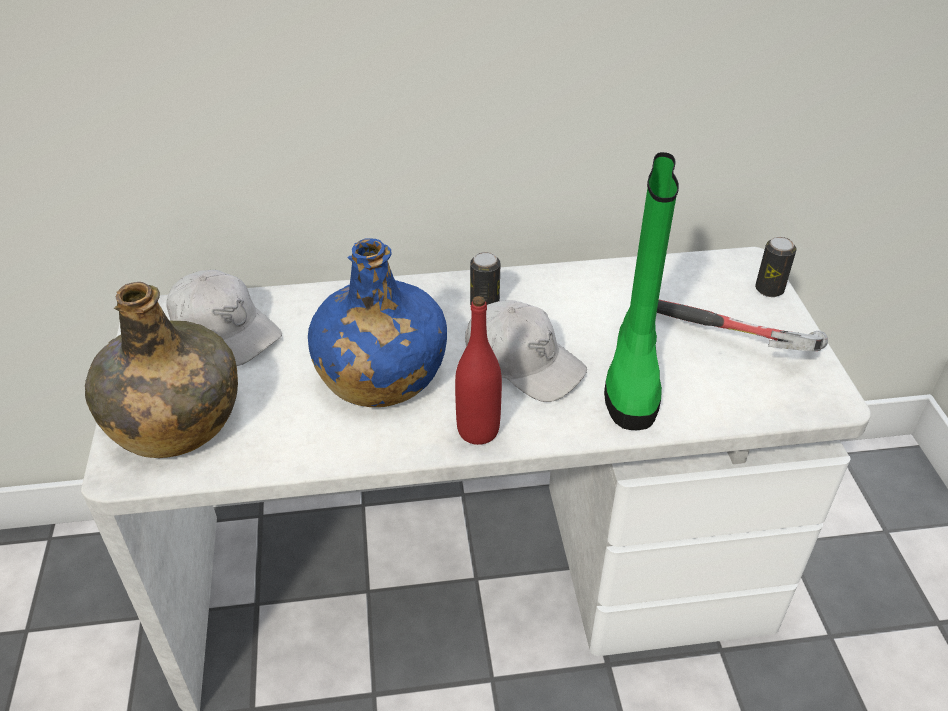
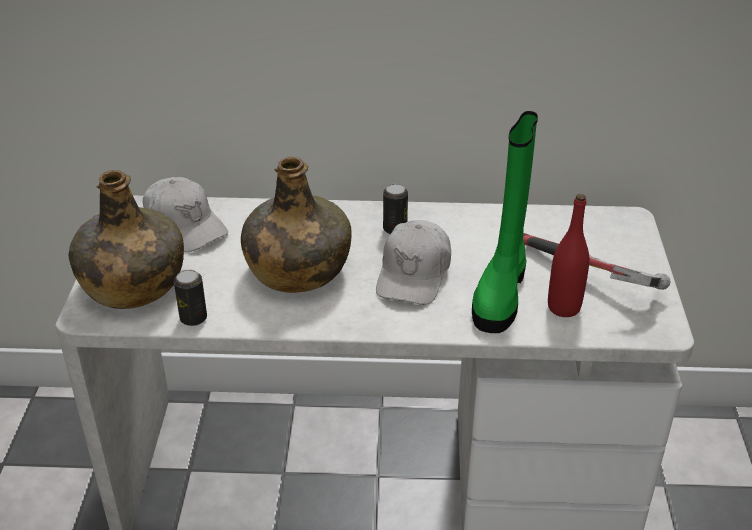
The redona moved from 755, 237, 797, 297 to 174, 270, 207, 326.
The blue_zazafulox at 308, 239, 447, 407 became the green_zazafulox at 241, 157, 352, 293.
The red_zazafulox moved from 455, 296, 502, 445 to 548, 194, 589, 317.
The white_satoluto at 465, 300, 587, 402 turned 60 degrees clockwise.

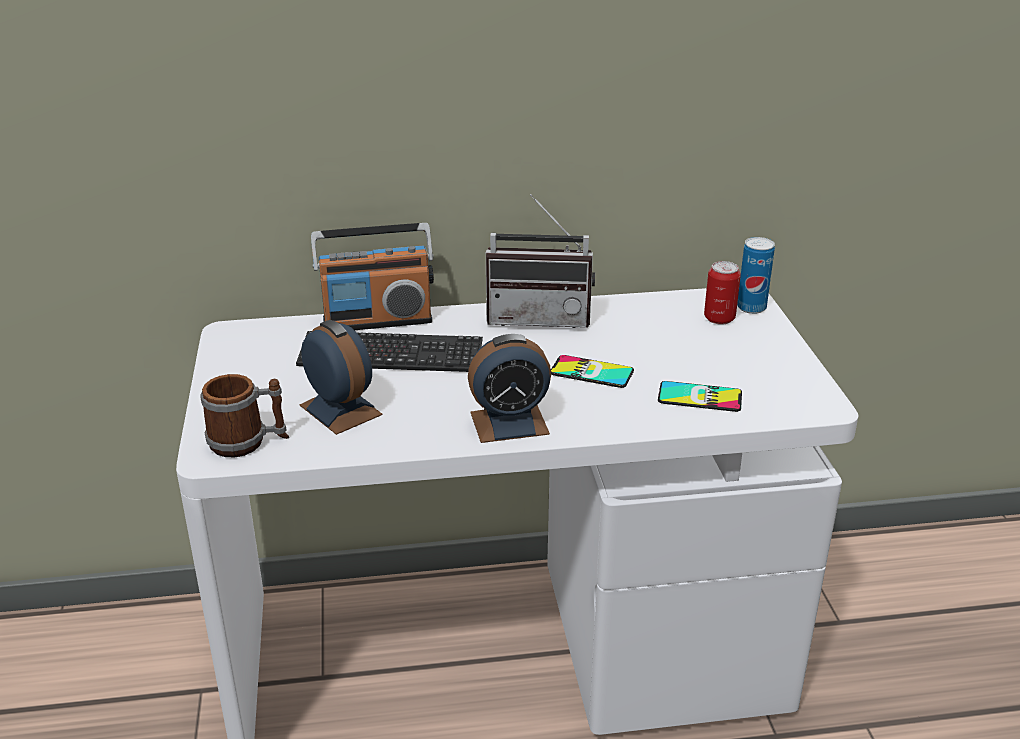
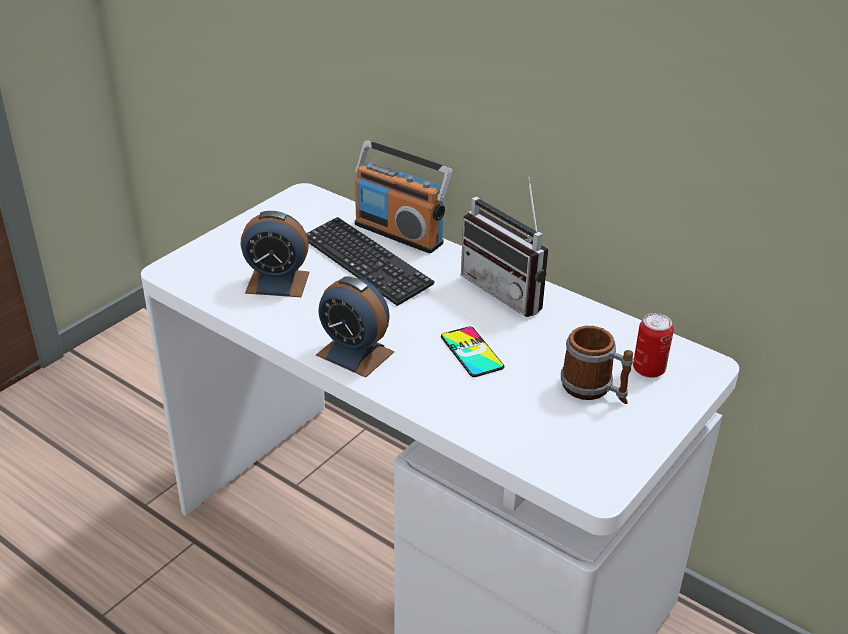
The redona at 737, 237, 775, 314 disappeared.
The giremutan at 300, 320, 383, 435 turned 90 degrees clockwise.
The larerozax moved from 200, 374, 289, 457 to 561, 326, 633, 404.
The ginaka at 658, 381, 742, 412 disappeared.

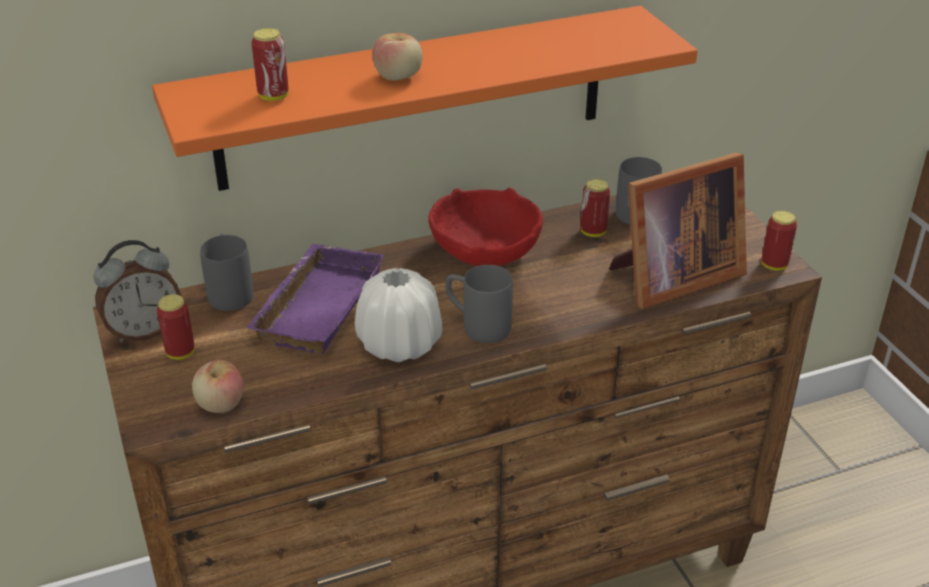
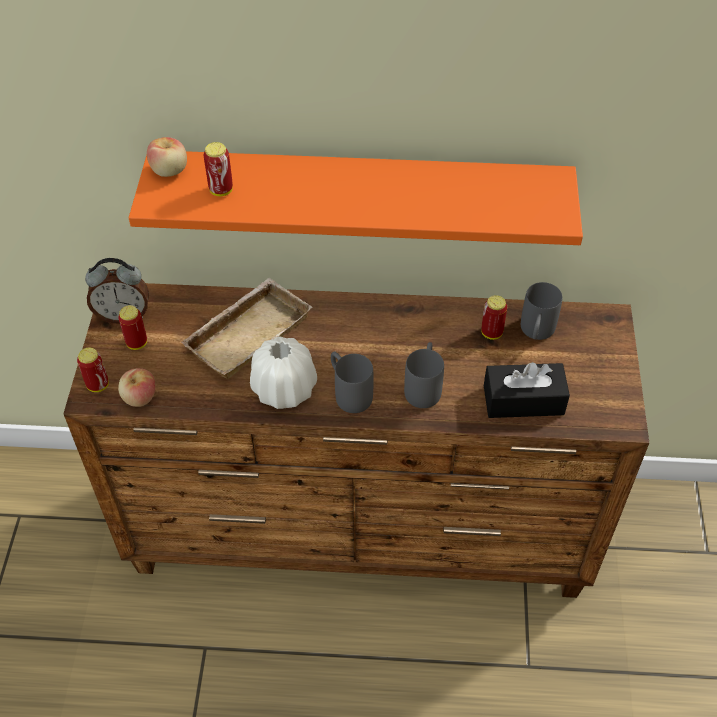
The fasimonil moved from 372, 33, 422, 81 to 147, 137, 187, 177.
The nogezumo at 609, 152, 747, 309 was replaced by the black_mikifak at 484, 362, 570, 418.
The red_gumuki at 428, 188, 543, 266 disappeared.
The redona moved from 762, 211, 797, 271 to 77, 348, 109, 392.
The grey_larerozax moved from 200, 233, 254, 311 to 404, 342, 444, 408.
The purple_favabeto at 246, 243, 385, 354 became the beige_favabeto at 181, 278, 313, 379.

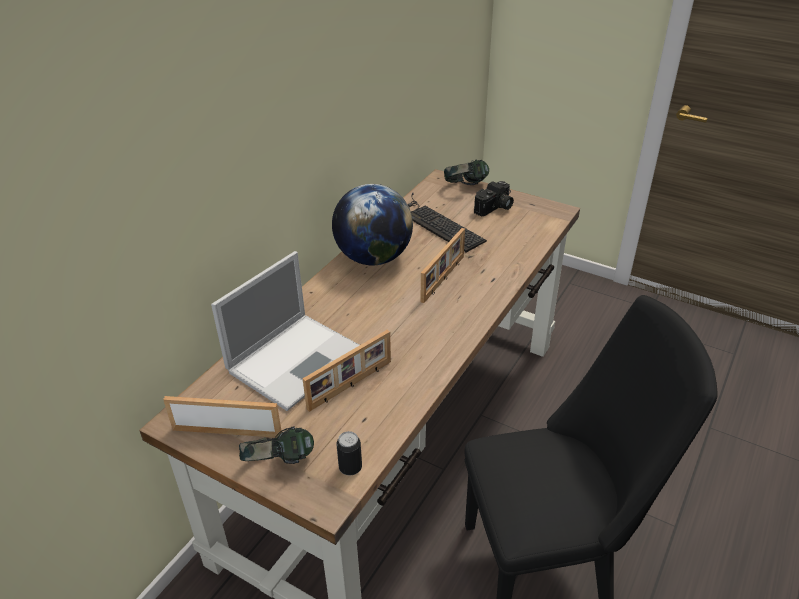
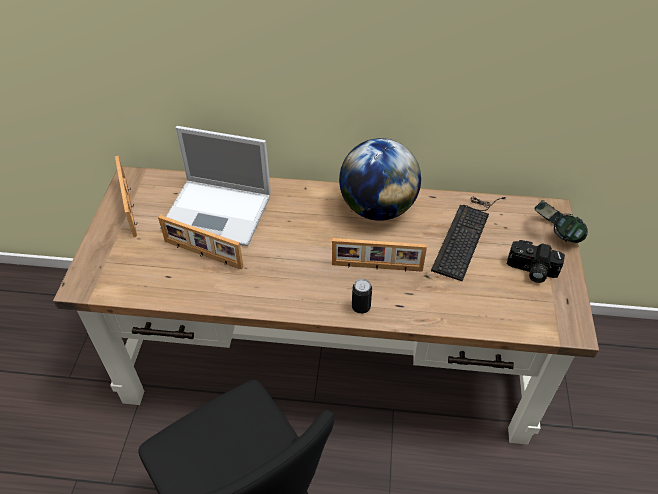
The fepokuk at 239, 426, 314, 464 disappeared.
The redona moved from 336, 431, 362, 475 to 352, 279, 372, 314.

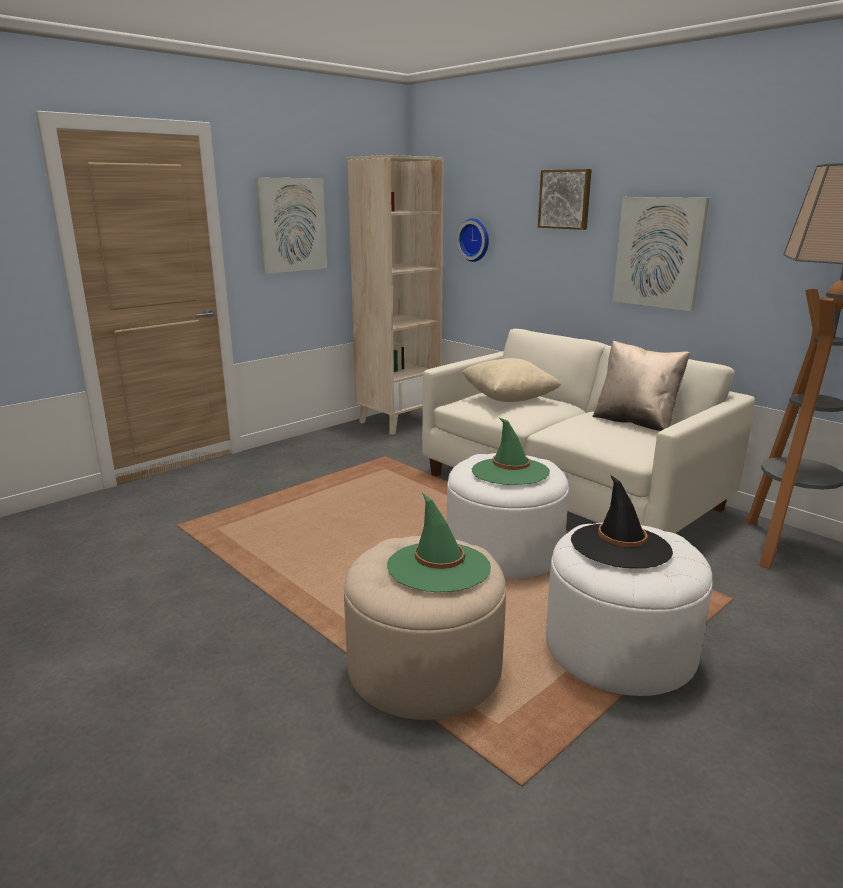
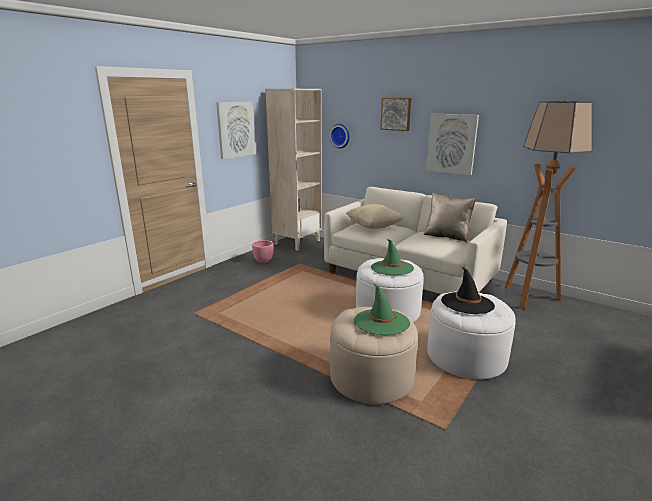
The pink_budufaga at 252, 240, 273, 263 appeared.

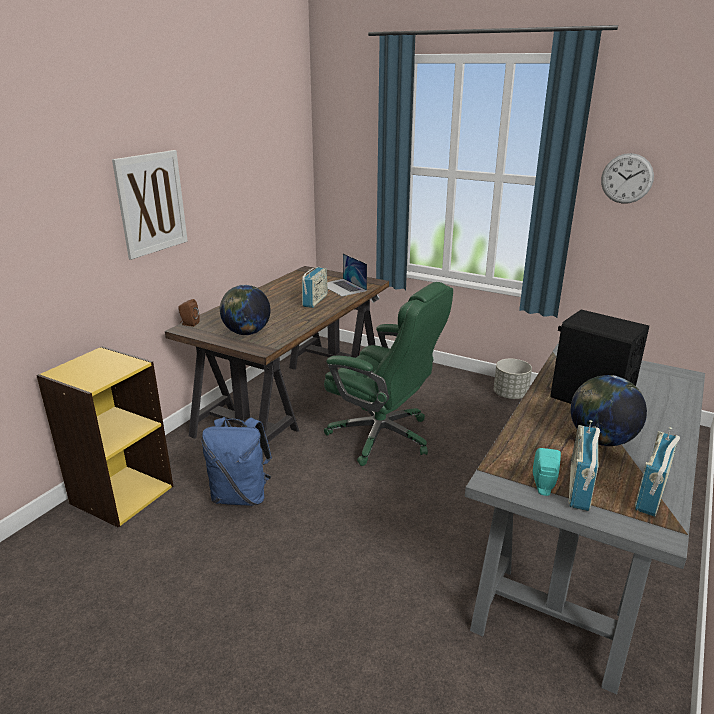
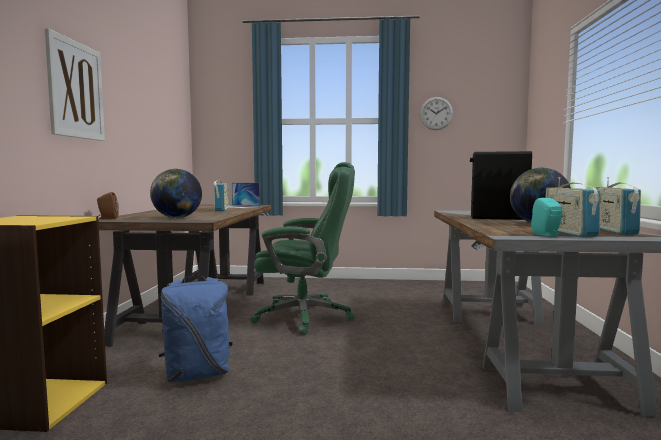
The grey_budufaga at 494, 359, 532, 399 disappeared.

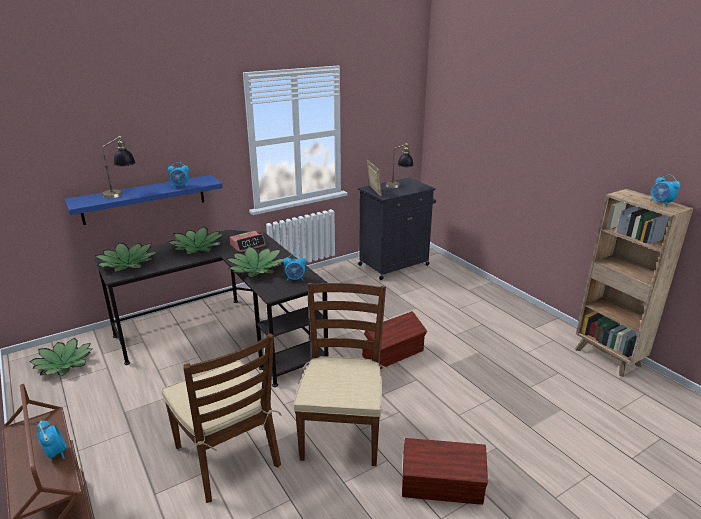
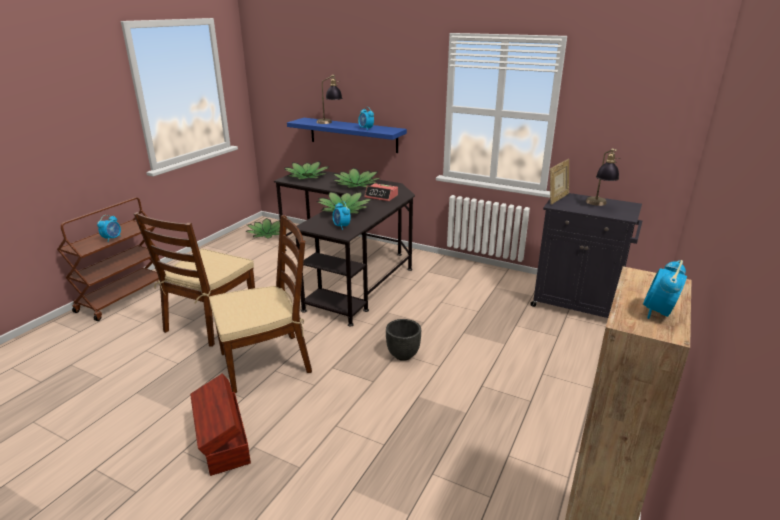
The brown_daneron at 362, 311, 427, 369 was replaced by the black_budufaga at 386, 319, 421, 361.

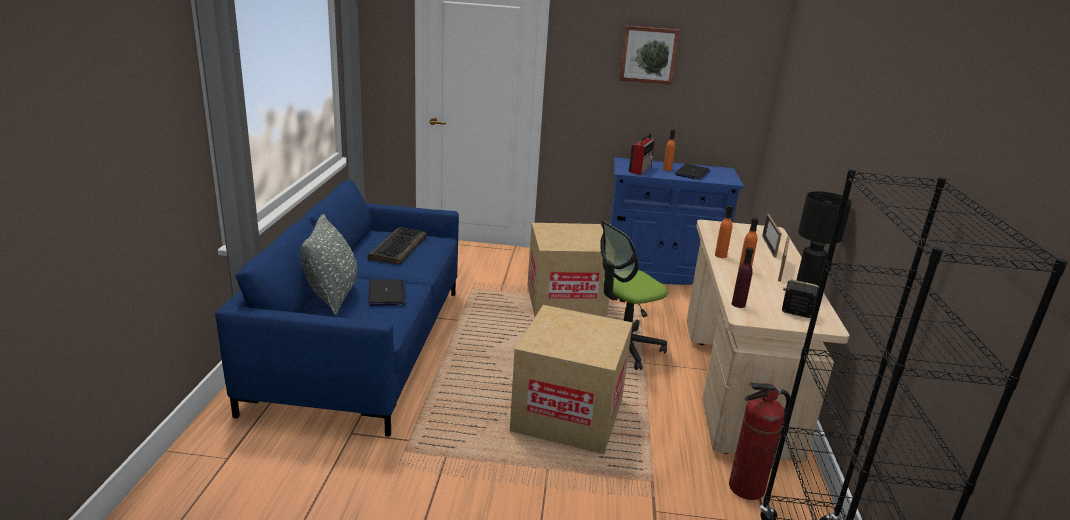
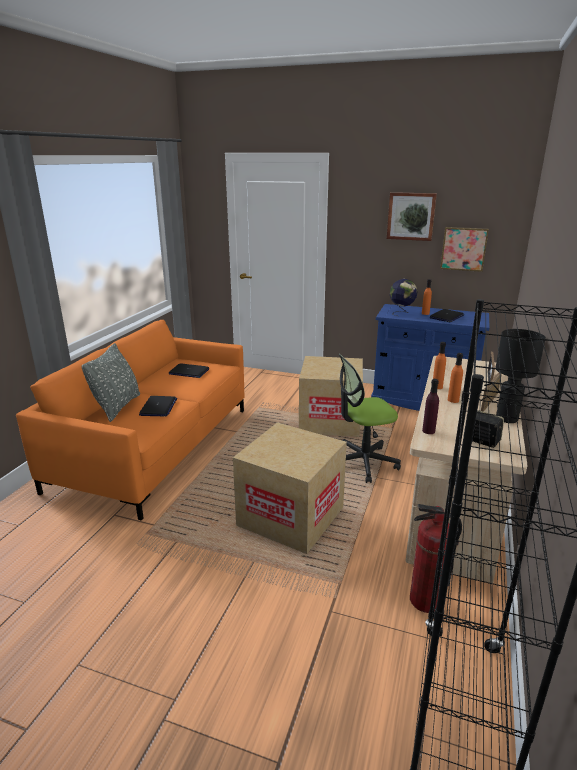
The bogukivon at 629, 133, 655, 175 was replaced by the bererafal at 390, 279, 418, 316.
The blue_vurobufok at 215, 180, 459, 437 became the orange_vurobufok at 16, 320, 244, 520.
The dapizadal at 368, 227, 427, 265 was replaced by the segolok at 169, 363, 209, 378.
The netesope at 440, 227, 489, 272 appeared.

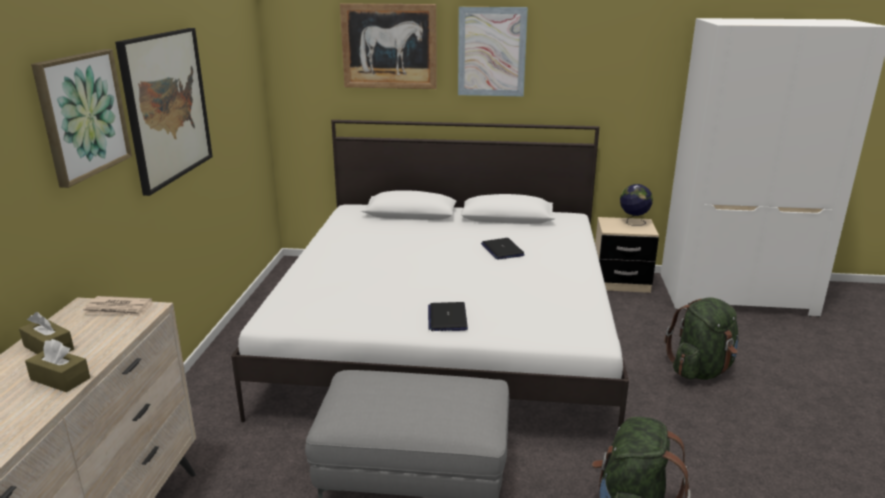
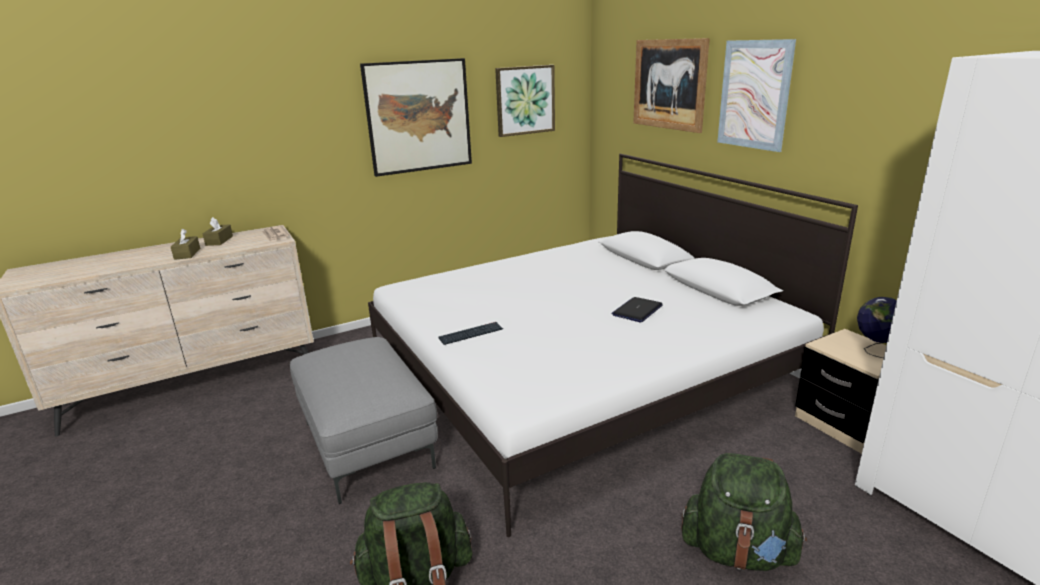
The netesope moved from 31, 49, 132, 188 to 495, 65, 555, 137.
The segolok at 428, 302, 468, 331 was replaced by the dapizadal at 438, 322, 503, 345.

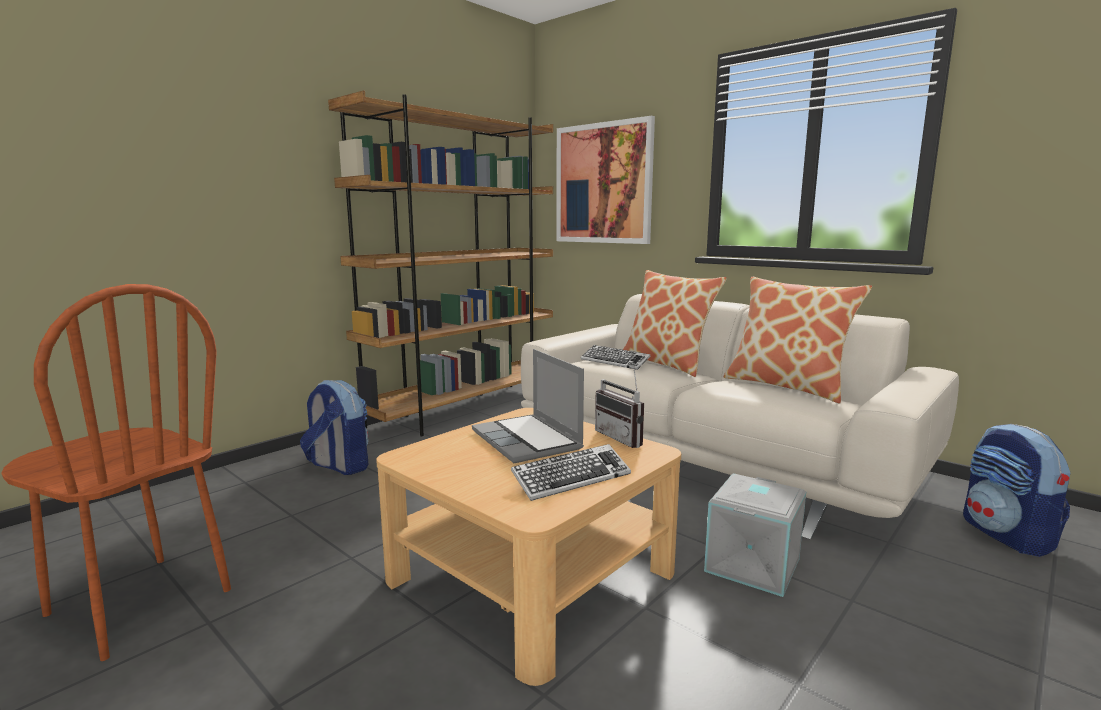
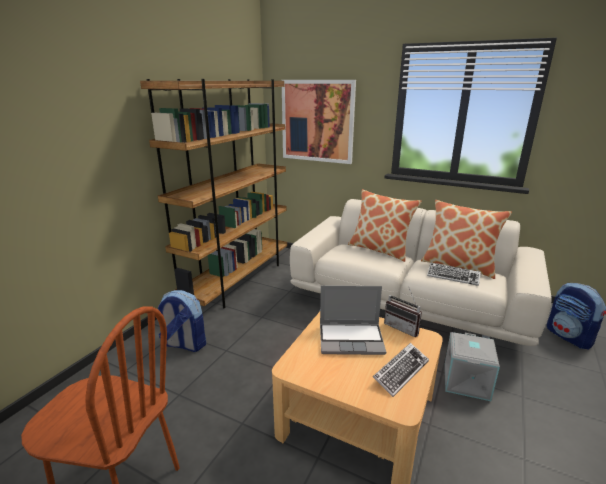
The dapizadal moved from 581, 345, 650, 370 to 427, 263, 481, 286.
The segolok at 472, 349, 584, 463 turned 45 degrees counterclockwise.

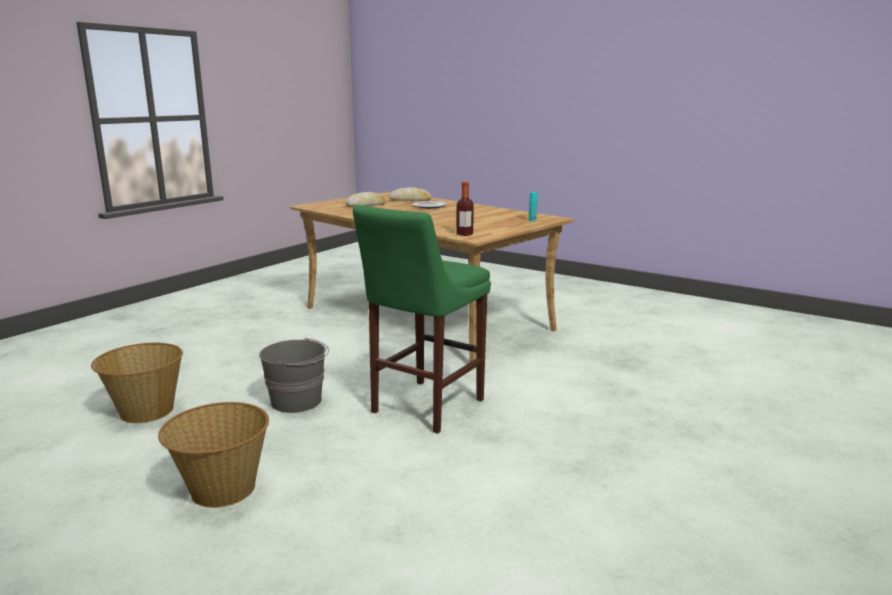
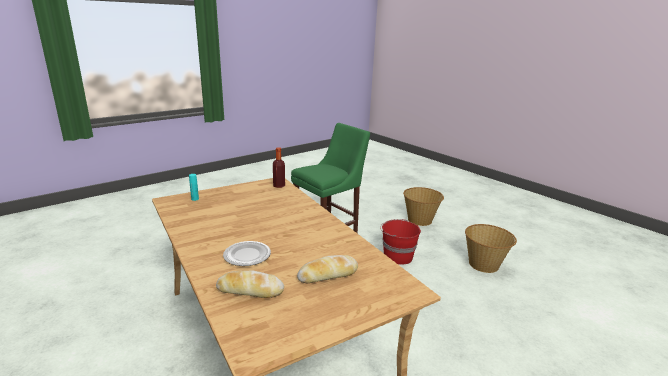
The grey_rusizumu at 259, 338, 329, 413 became the red_rusizumu at 380, 219, 421, 265.

